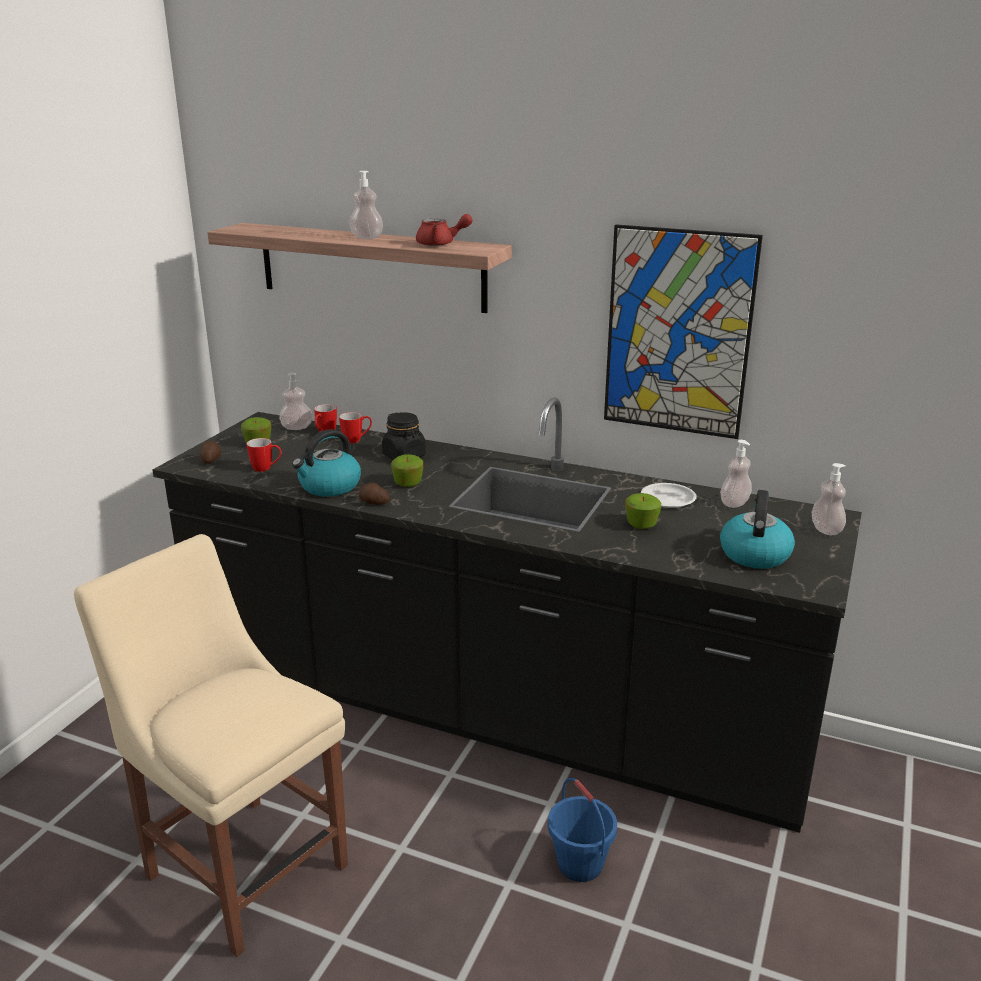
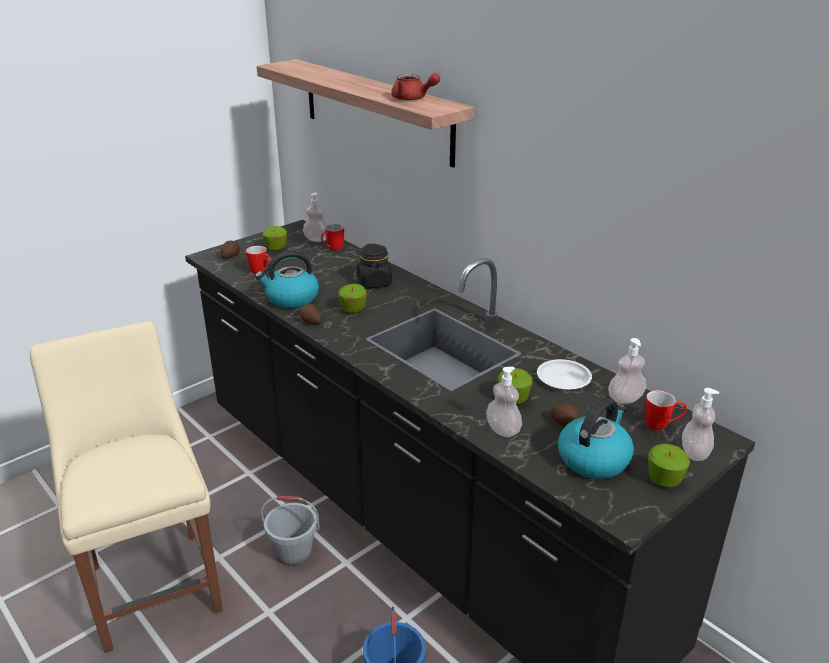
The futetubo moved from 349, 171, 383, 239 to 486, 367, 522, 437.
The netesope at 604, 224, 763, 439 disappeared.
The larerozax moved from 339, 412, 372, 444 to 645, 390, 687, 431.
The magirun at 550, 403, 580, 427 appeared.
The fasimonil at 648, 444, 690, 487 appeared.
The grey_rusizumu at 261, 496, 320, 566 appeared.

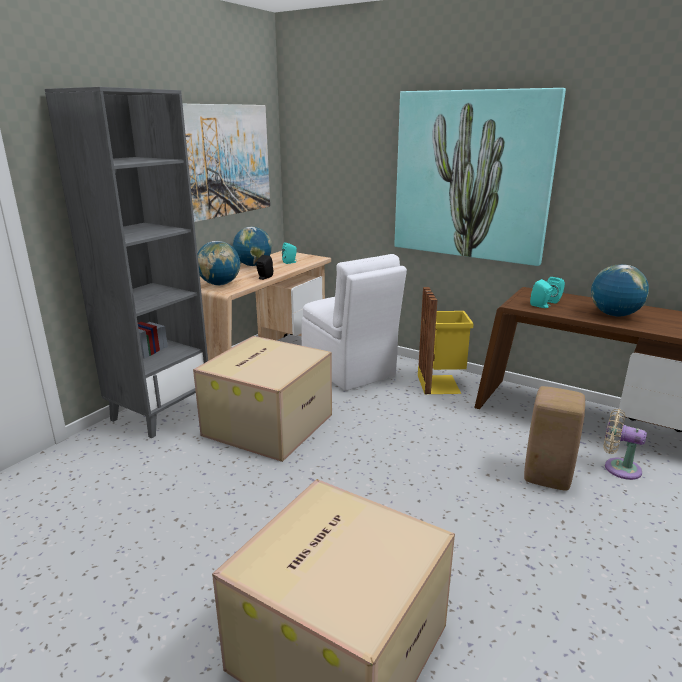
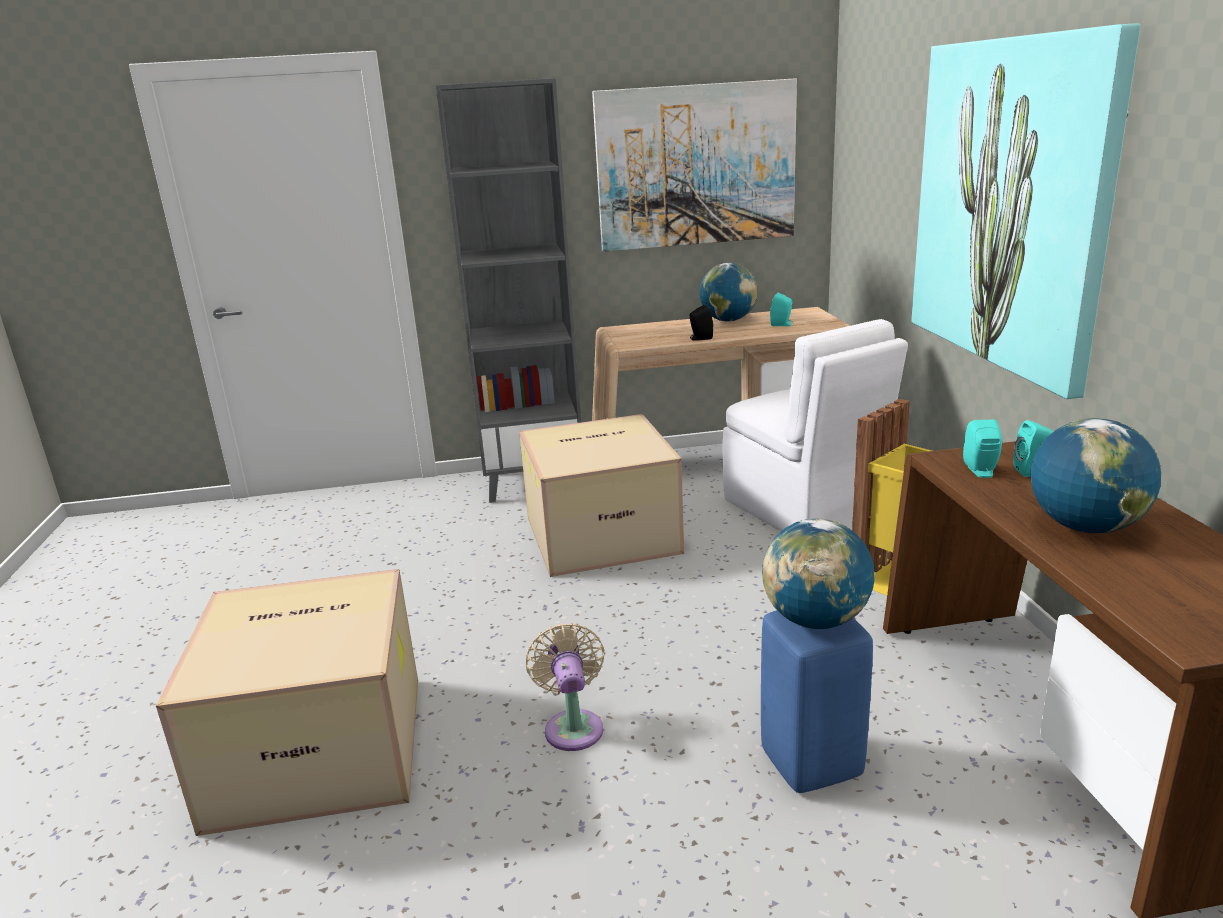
The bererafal moved from 197, 241, 240, 286 to 762, 518, 875, 629.
The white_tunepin at 301, 254, 407, 391 turned 45 degrees counterclockwise.
The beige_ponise at 524, 386, 585, 491 became the blue_ponise at 761, 610, 873, 793.
The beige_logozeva moved from 603, 409, 647, 480 to 526, 623, 605, 751.

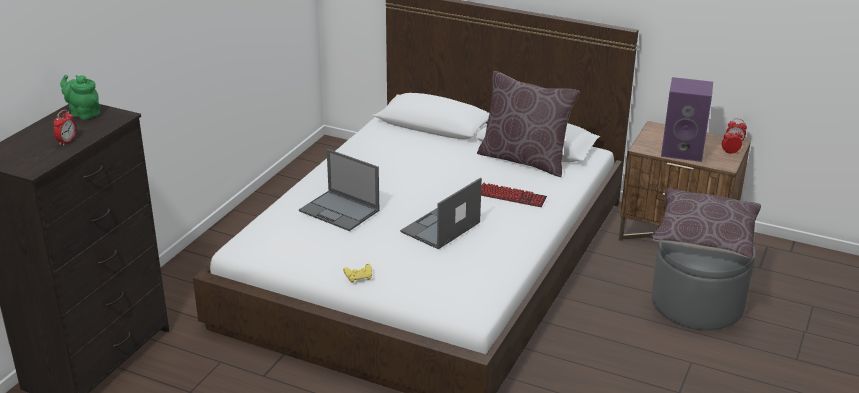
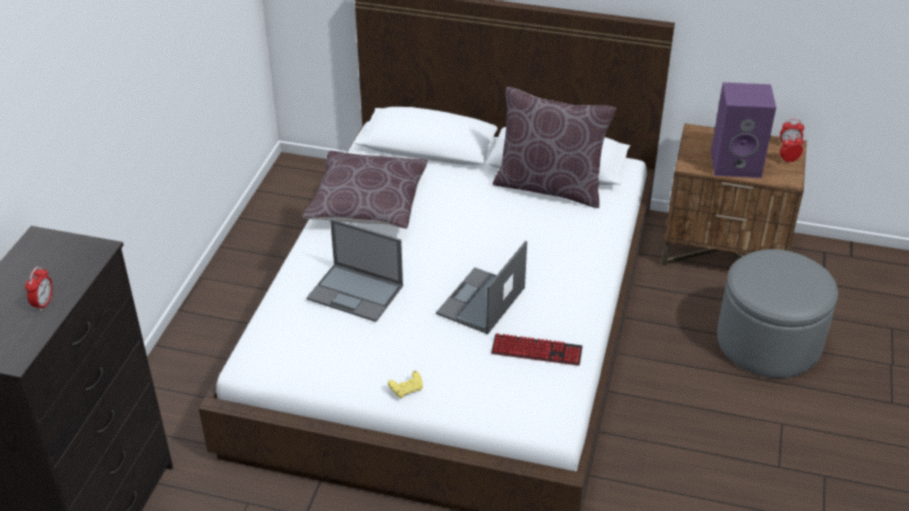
The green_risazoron at 60, 75, 100, 120 disappeared.
The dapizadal moved from 481, 182, 547, 207 to 491, 333, 583, 366.
The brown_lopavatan moved from 651, 188, 761, 258 to 303, 151, 428, 229.

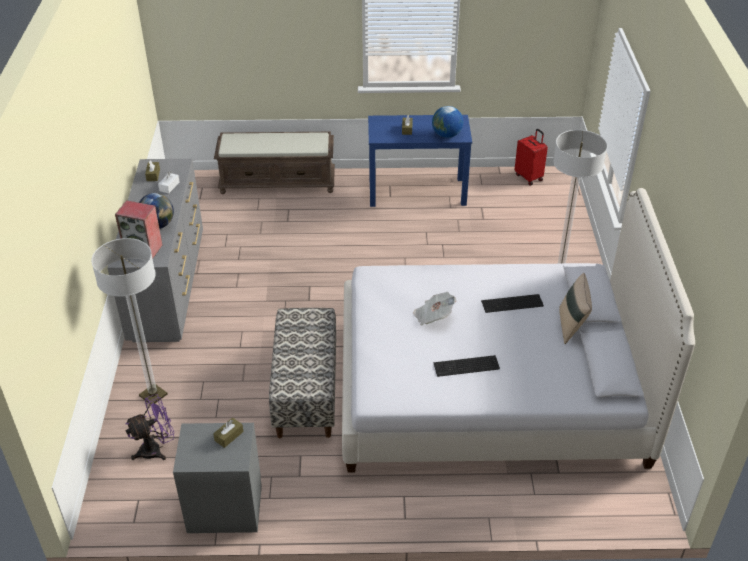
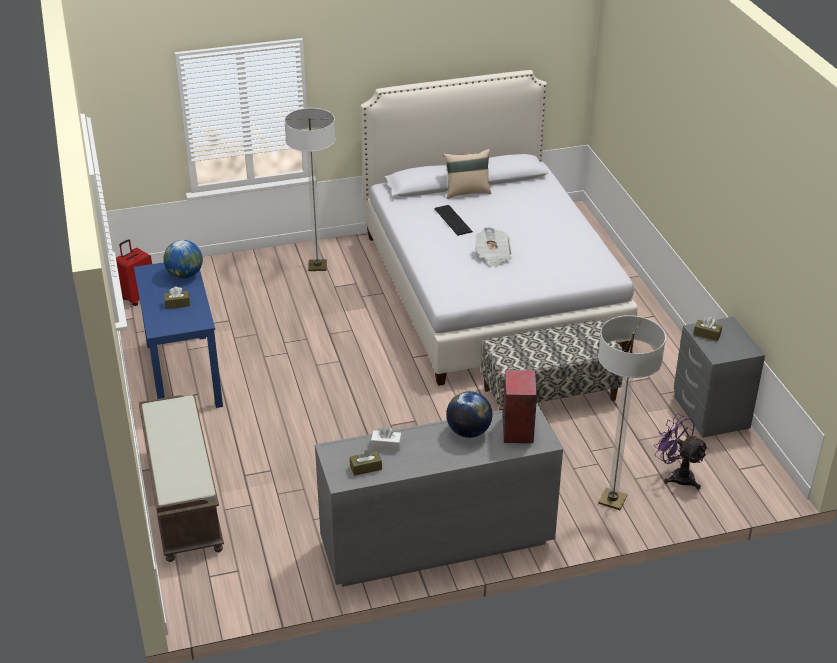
The dapizadal at 433, 355, 500, 377 disappeared.

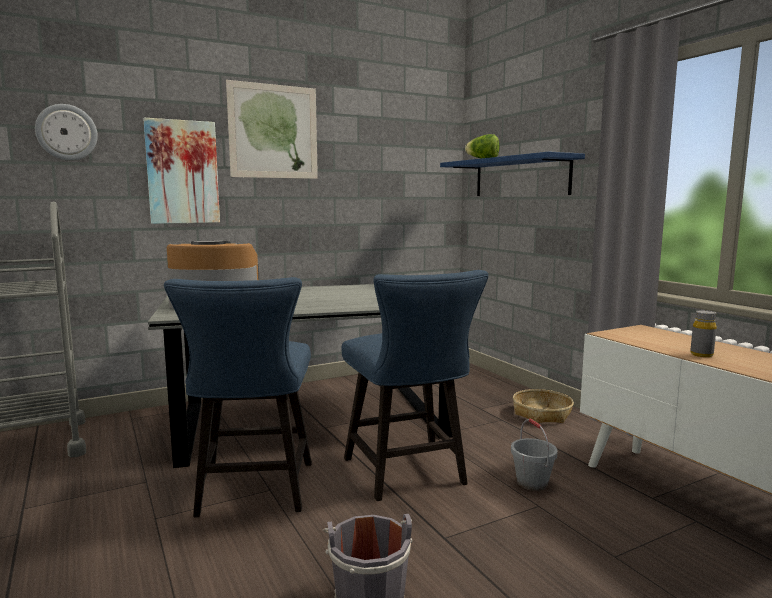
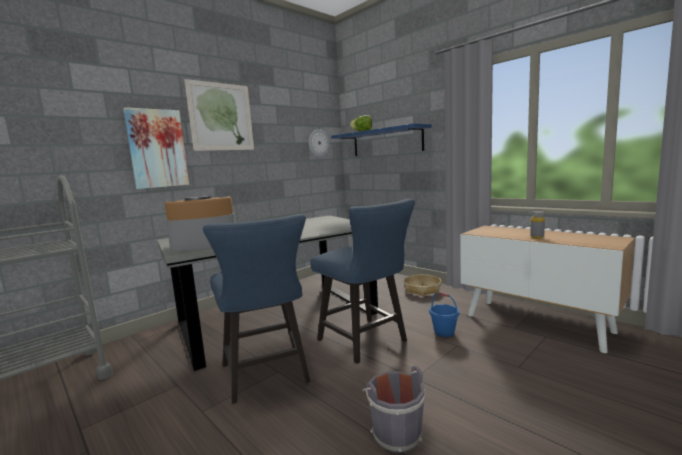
The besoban moved from 35, 104, 98, 161 to 309, 129, 329, 157.
The grey_rusizumu at 511, 419, 558, 491 became the blue_rusizumu at 429, 292, 459, 337.

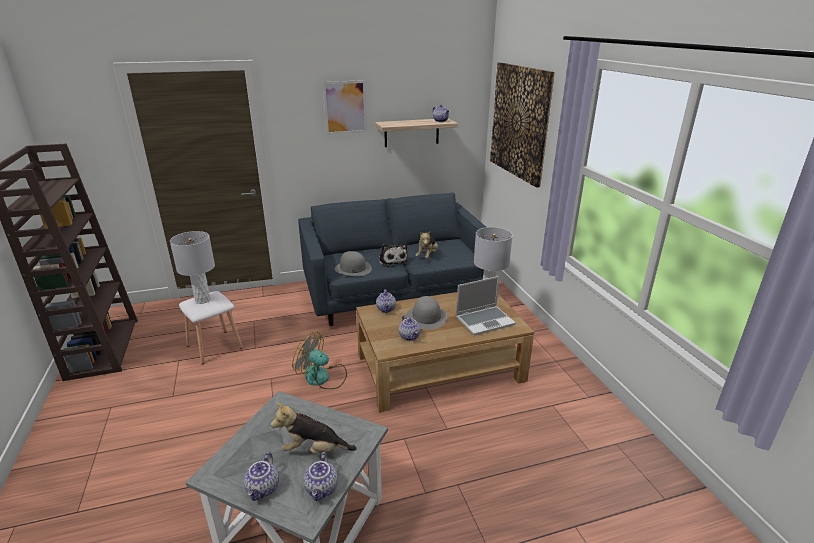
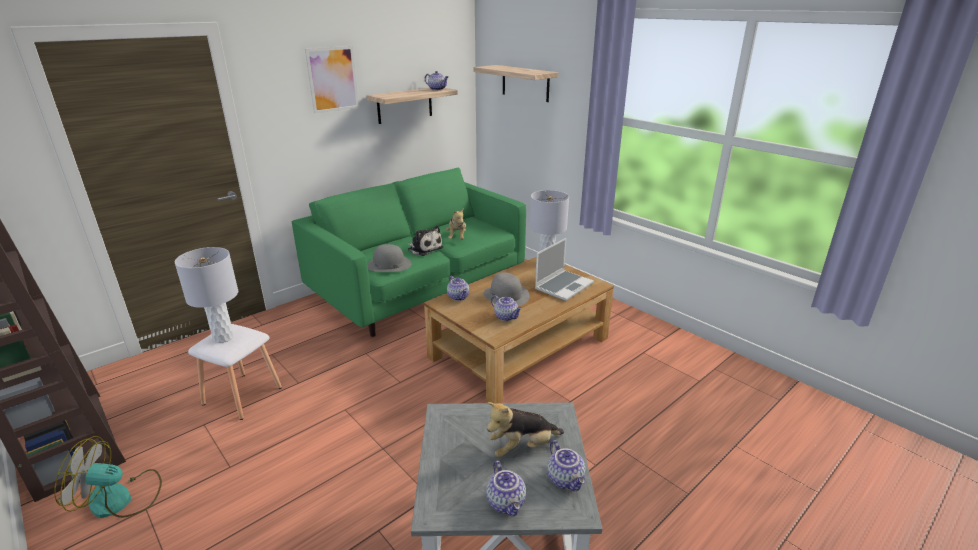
The netesope at 490, 62, 555, 188 was replaced by the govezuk at 473, 65, 558, 102.
The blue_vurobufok at 298, 193, 486, 326 became the green_vurobufok at 292, 168, 526, 337.
The logozeva moved from 292, 332, 347, 389 to 54, 436, 162, 518.

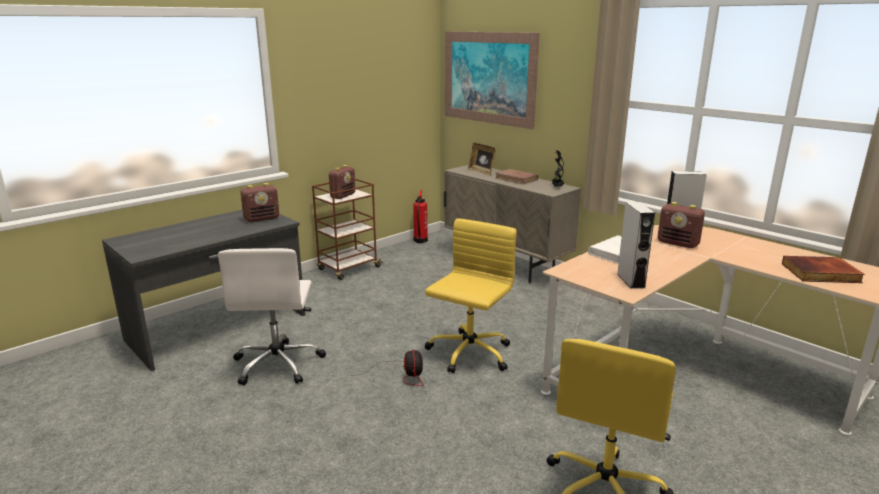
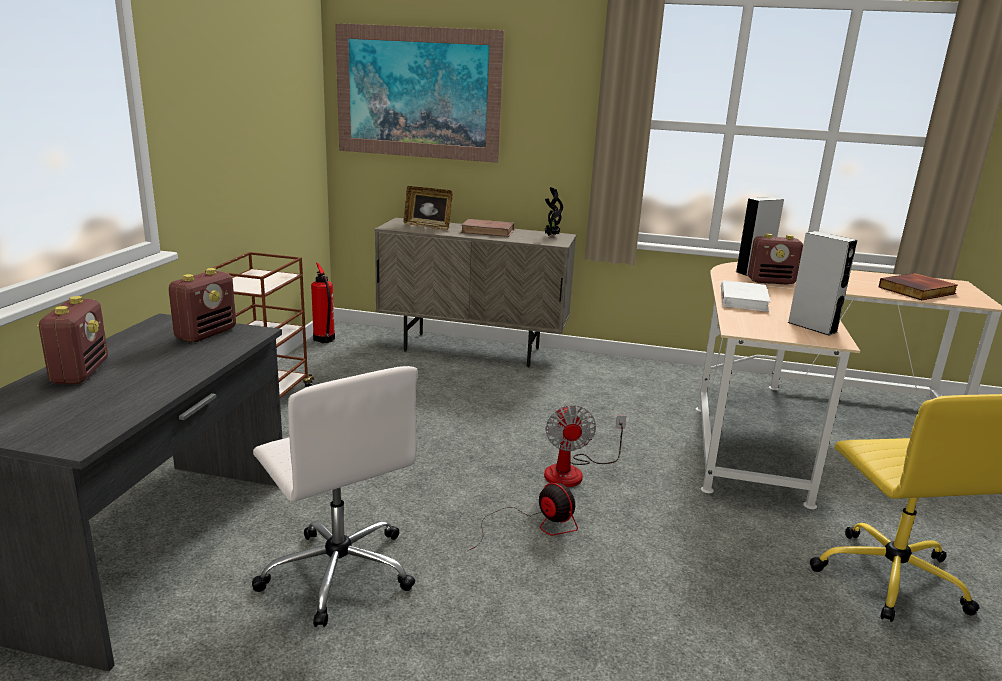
The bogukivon moved from 329, 165, 355, 199 to 37, 296, 108, 384.
The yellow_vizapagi at 424, 218, 517, 373 was replaced by the logozeva at 544, 404, 626, 487.

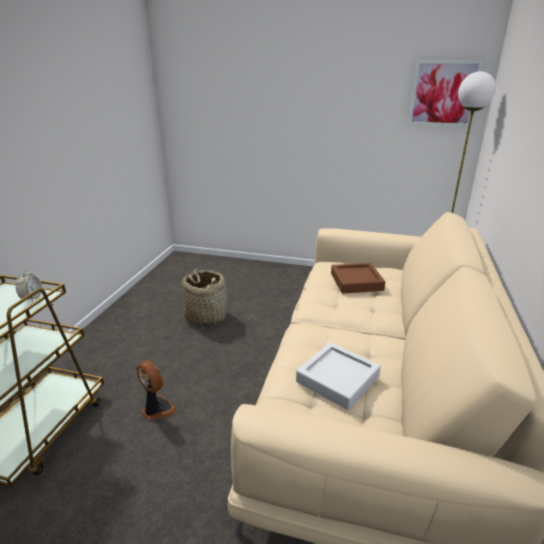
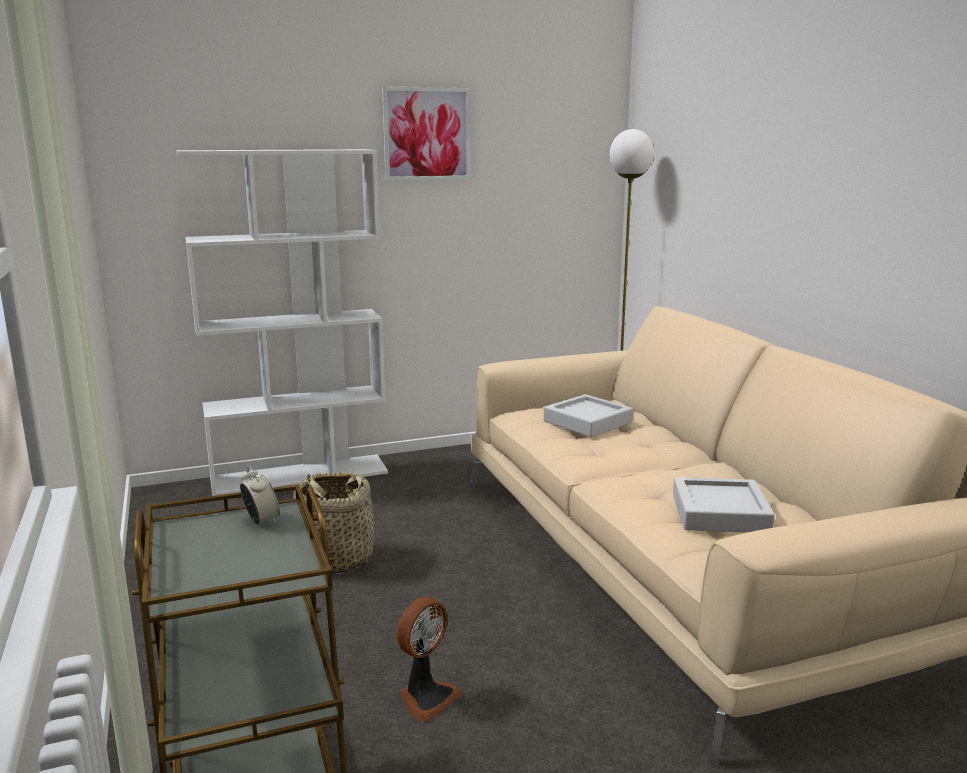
The netesope moved from 408, 61, 483, 127 to 382, 86, 471, 181.
The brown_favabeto at 331, 263, 385, 293 became the grey_favabeto at 544, 394, 633, 437.
The logozeva at 137, 360, 177, 420 turned 120 degrees clockwise.
The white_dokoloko at 176, 149, 388, 496 appeared.

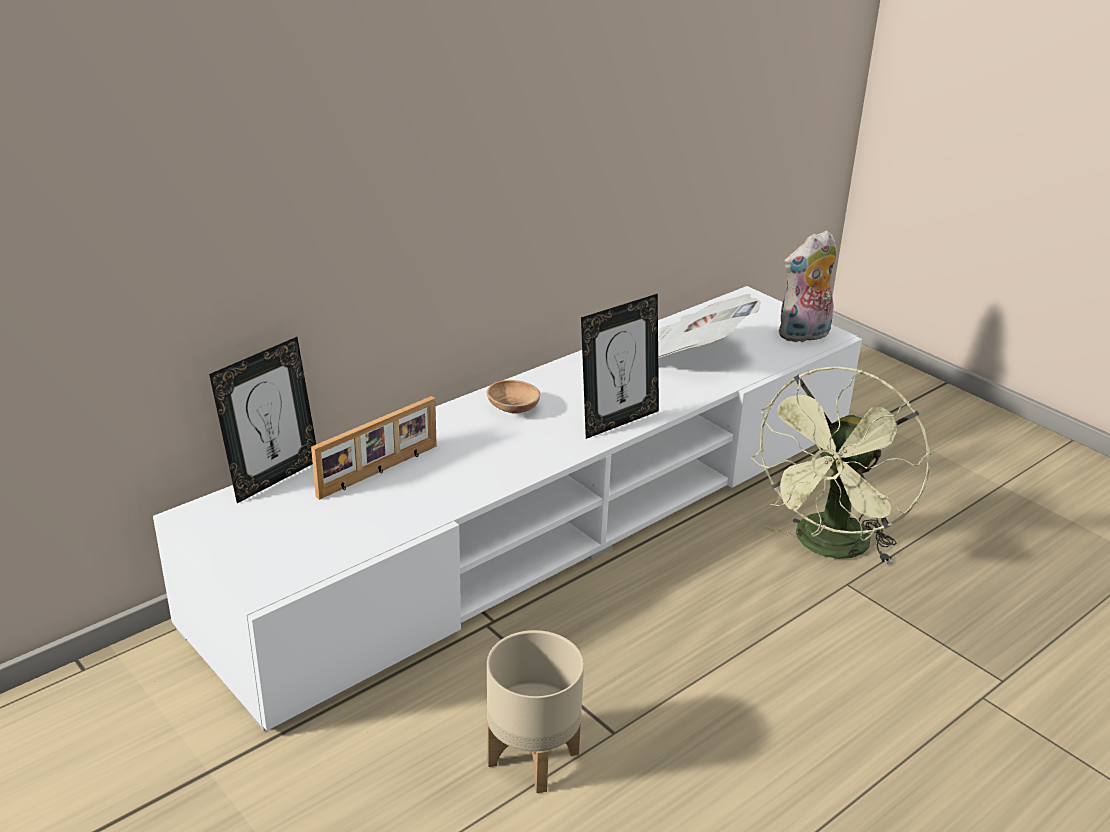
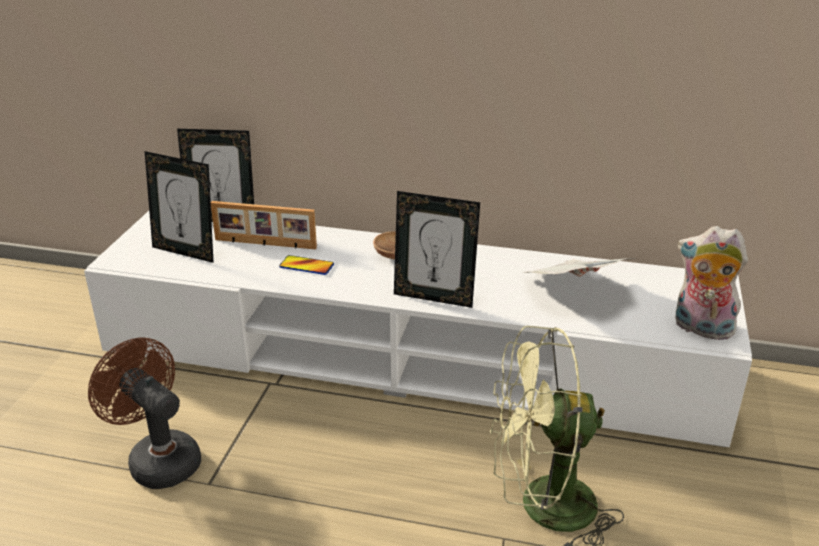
The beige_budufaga at 487, 630, 584, 793 was replaced by the brown_logozeva at 88, 338, 201, 489.
The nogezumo at 144, 151, 214, 263 appeared.
The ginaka at 279, 255, 334, 275 appeared.

